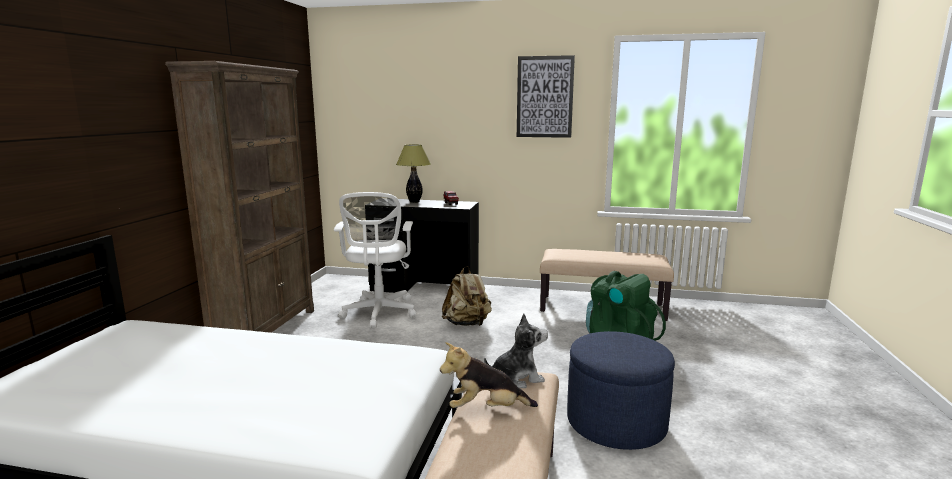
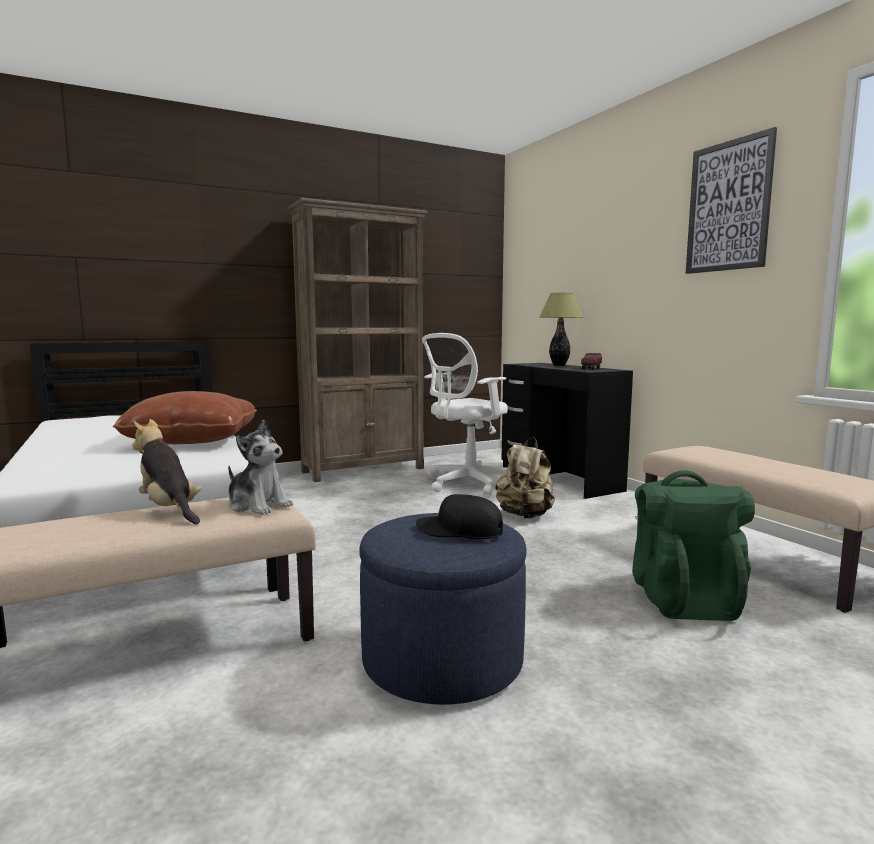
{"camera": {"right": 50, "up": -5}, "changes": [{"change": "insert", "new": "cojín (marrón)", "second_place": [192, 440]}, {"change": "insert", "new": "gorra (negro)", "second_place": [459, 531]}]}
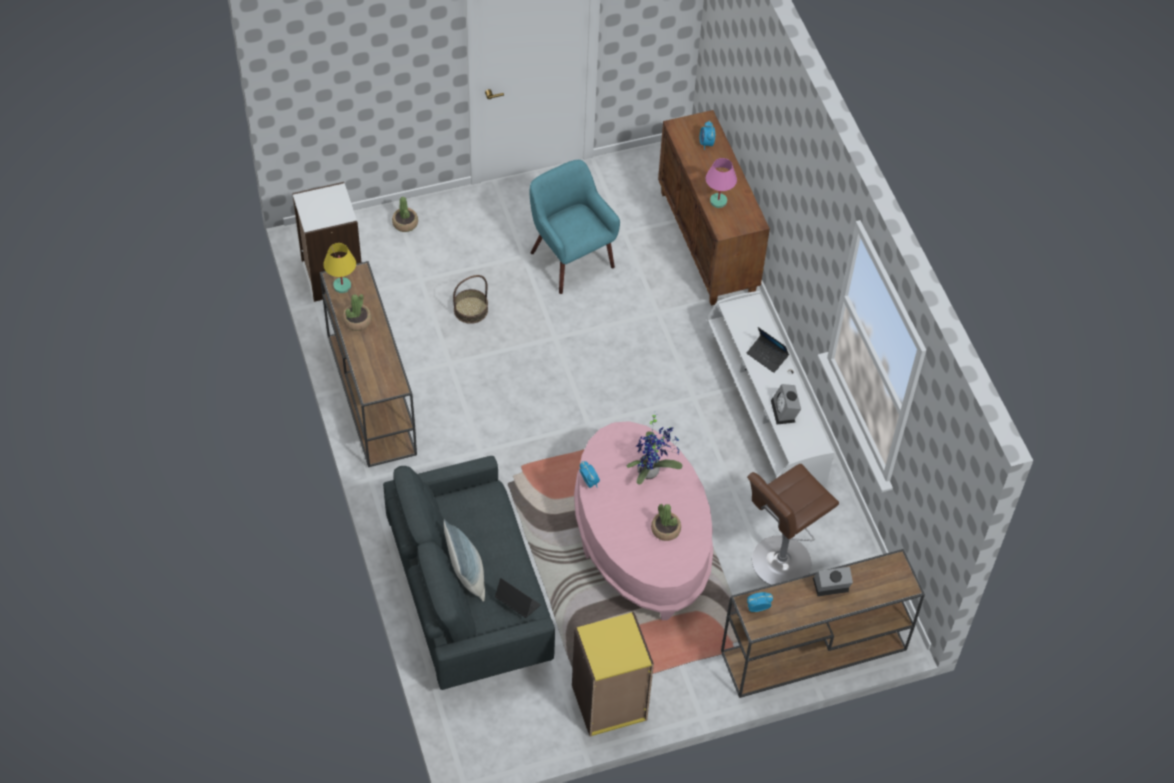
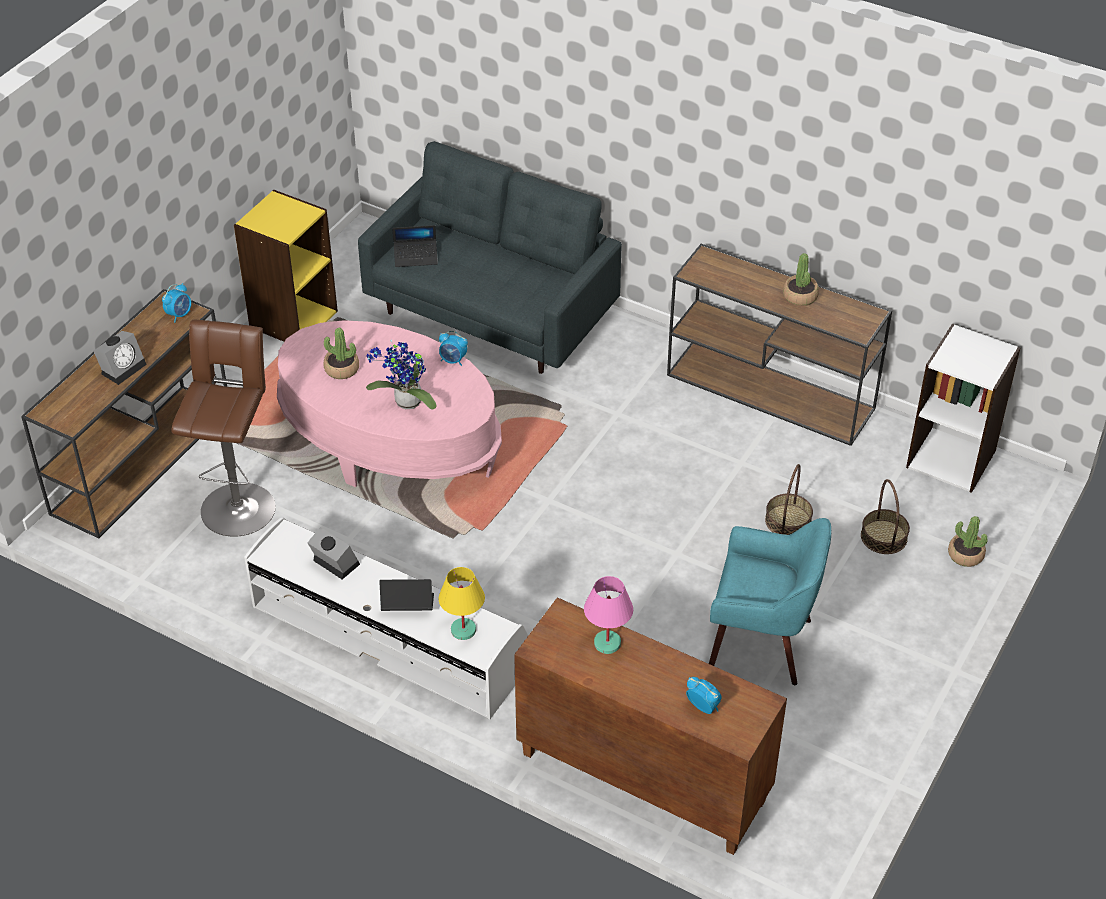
{"camera": {"right": 140, "up": -10}, "changes": [{"change": "move", "old": "lámpara de mesa (amarillo)", "first_place": [342, 286], "second_place": [462, 630]}, {"change": "delete", "old": "cojín", "first_place": [466, 575]}, {"change": "insert", "new": "cesta", "second_place": [884, 537]}]}
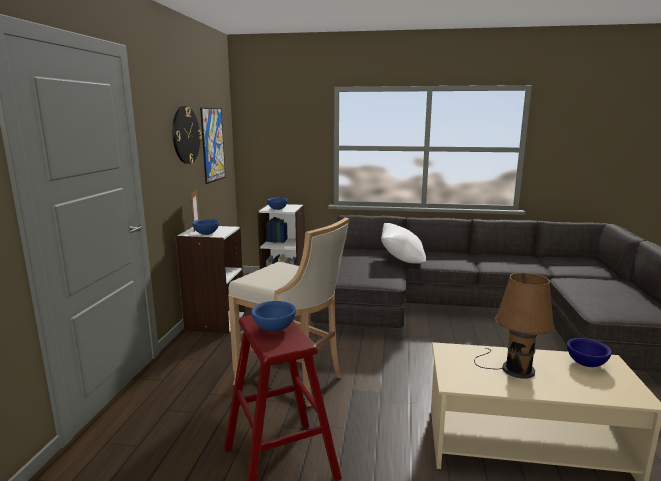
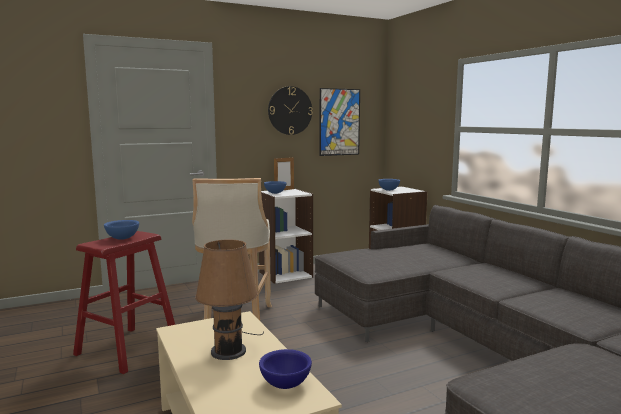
{"camera": {"right": 55, "up": -5}, "changes": [{"change": "delete", "old": "cojín (blanco)", "first_place": [402, 260]}]}
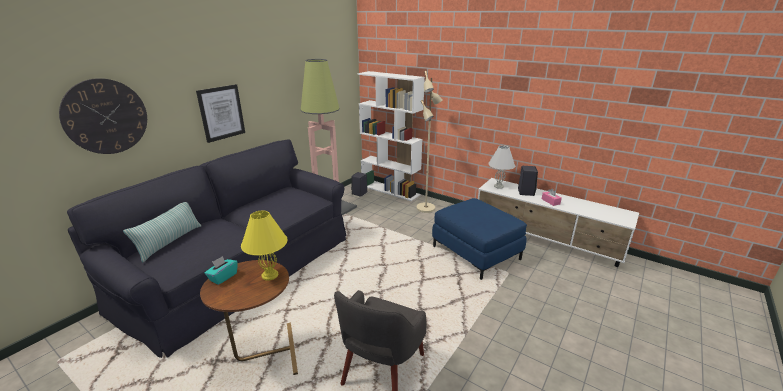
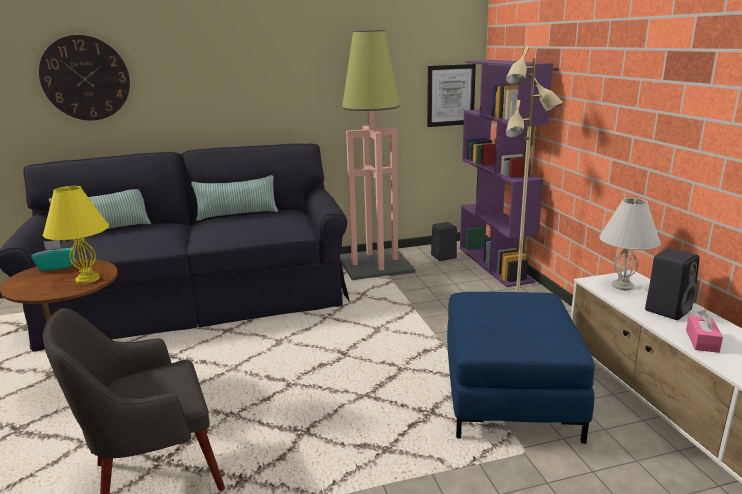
{"camera": {"right": 40, "up": -5}, "changes": [{"change": "recolor", "old": "estantería (blanco)", "new": "estantería (morado)", "first_place": [390, 190], "second_place": [495, 264]}, {"change": "move", "old": "cuadro", "first_place": [221, 113], "second_place": [450, 95]}, {"change": "insert", "new": "cojín", "second_place": [237, 214]}]}
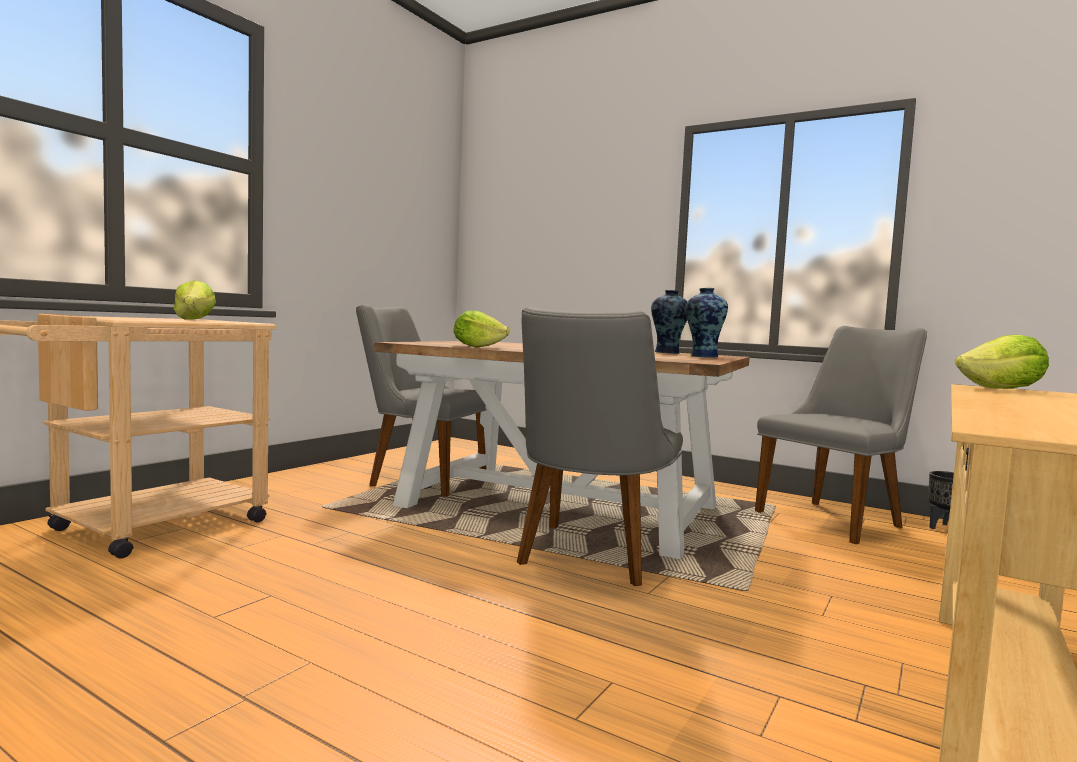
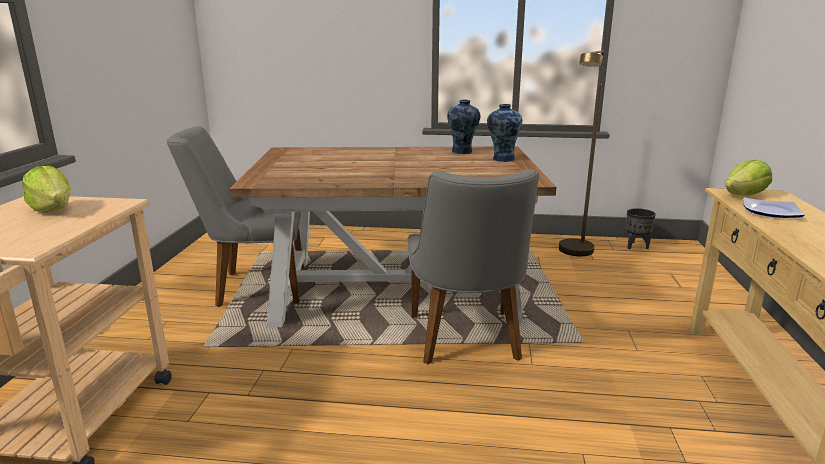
{"camera": {"right": -25, "up": 15}, "changes": [{"change": "delete", "old": "lechuga", "first_place": [477, 347]}, {"change": "replace", "old": "silla (gris)", "new": "lámpara de pie (marrón)", "first_place": [837, 518], "second_place": [574, 253]}, {"change": "insert", "new": "plato", "second_place": [772, 211]}]}
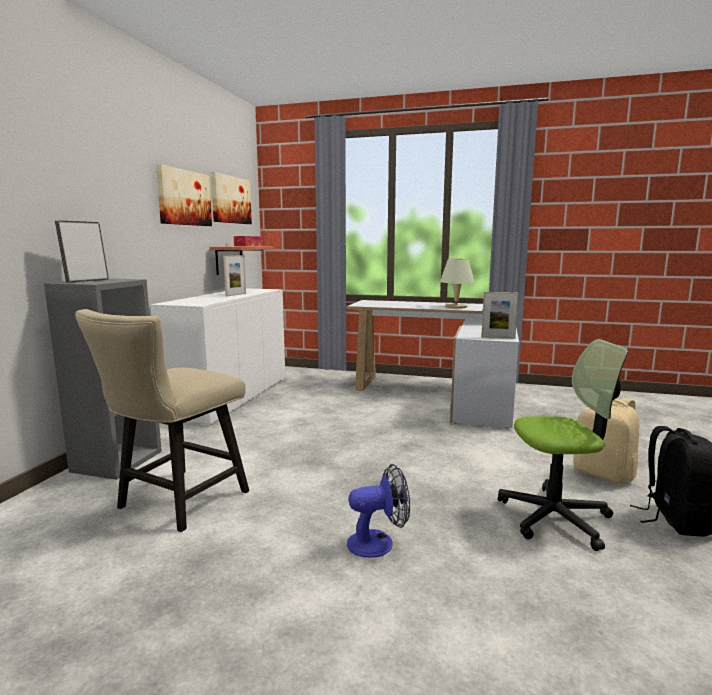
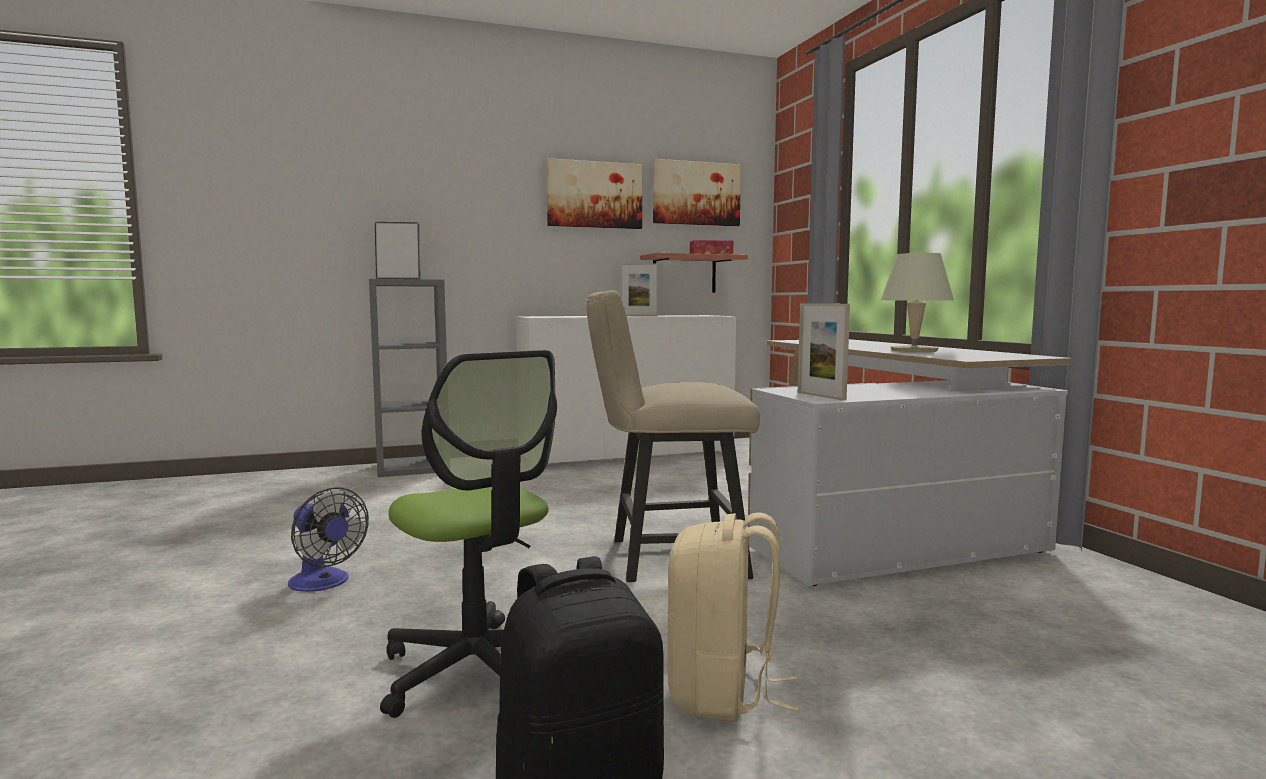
{"camera": {"right": 55, "up": -5}, "changes": [{"change": "move", "old": "silla (beis)", "first_place": [176, 503], "second_place": [665, 558]}]}
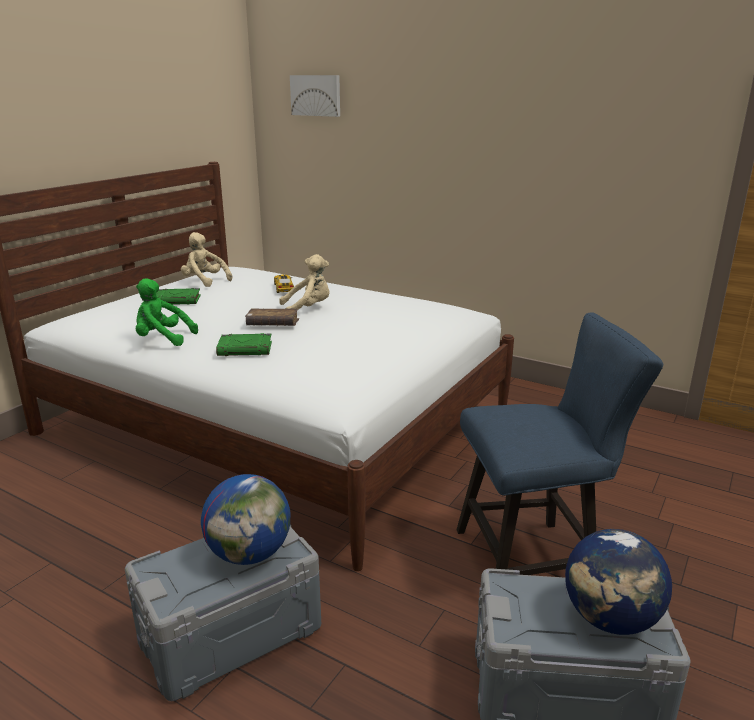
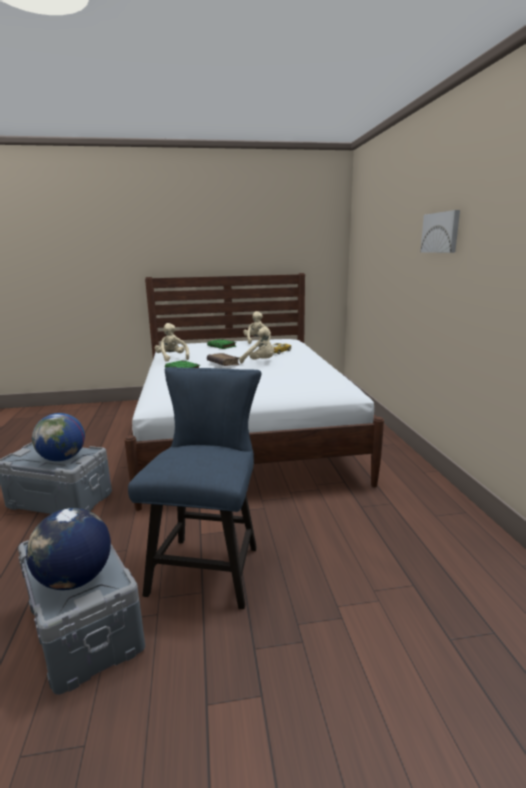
{"camera": {"right": 50, "up": -5}, "changes": [{"change": "move", "old": "cuadro", "first_place": [316, 95], "second_place": [441, 232]}, {"change": "recolor", "old": "peluche (verde)", "new": "peluche (beis)", "first_place": [162, 339], "second_place": [172, 358]}, {"change": "rotate", "old": "silla (azul)", "first_place": [534, 560], "second_place": [209, 564], "degrees": -120}]}
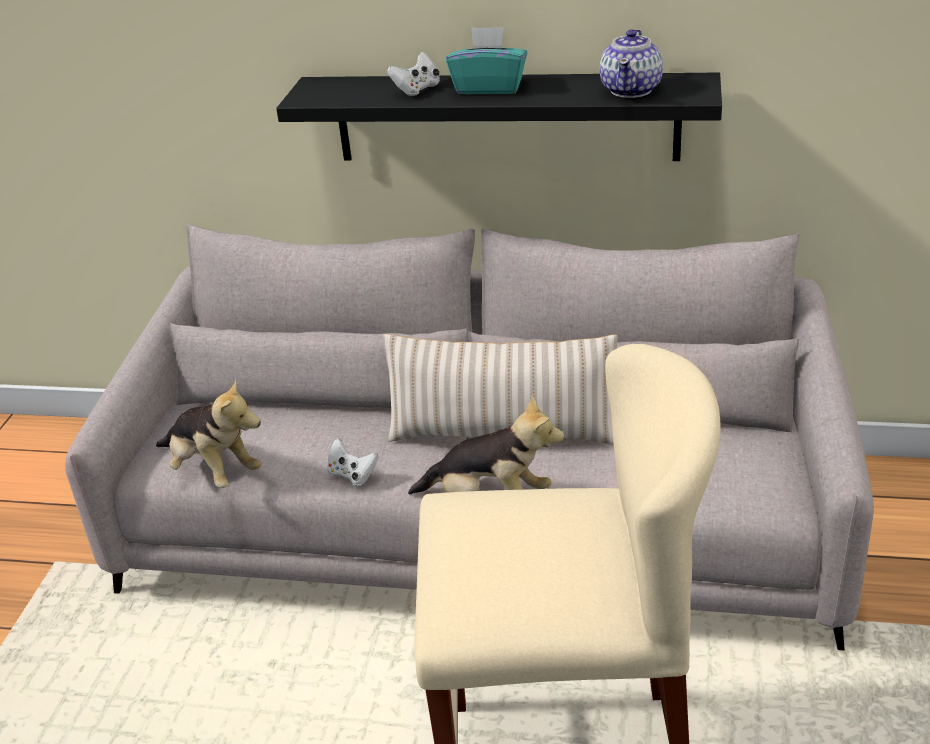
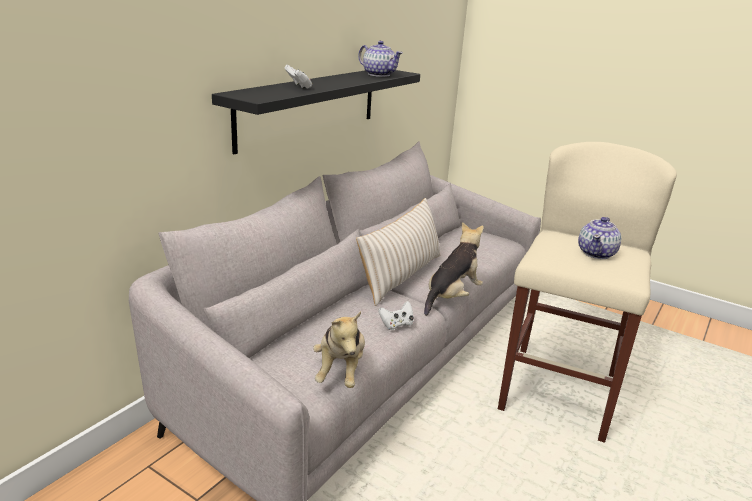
{"camera": {"right": -70, "up": -10}, "changes": [{"change": "delete", "old": "caja de pañuelos (turquesa)", "first_place": [489, 87]}, {"change": "rotate", "old": "peluche", "first_place": [213, 470], "second_place": [340, 371], "degrees": 120}, {"change": "insert", "new": "tetera", "second_place": [597, 253]}]}
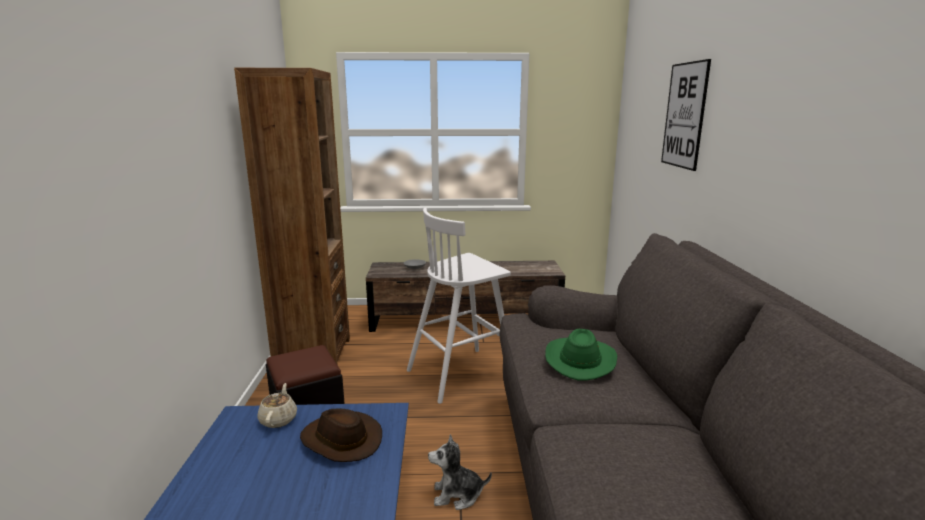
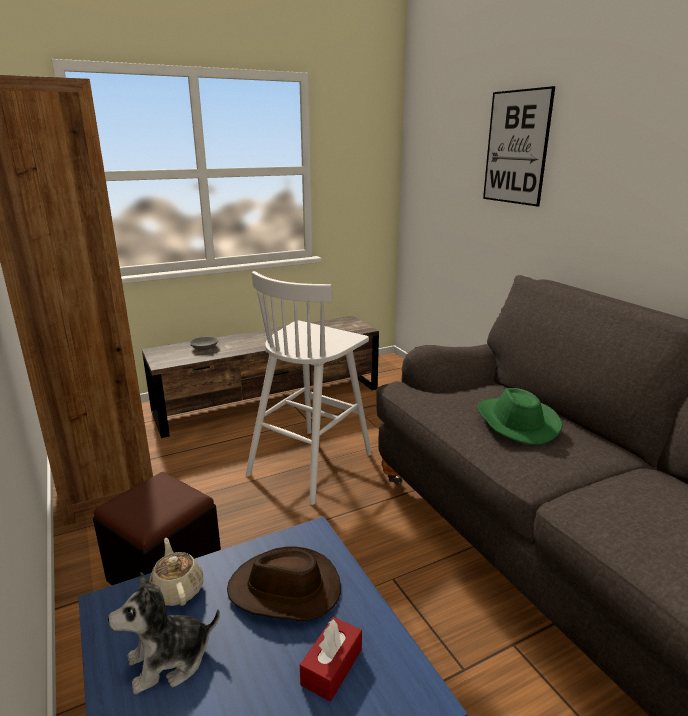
{"camera": {"right": -25, "up": 5}, "changes": [{"change": "move", "old": "peluche", "first_place": [457, 495], "second_place": [169, 660]}, {"change": "insert", "new": "caja de pañuelos (rojo)", "second_place": [332, 667]}]}
